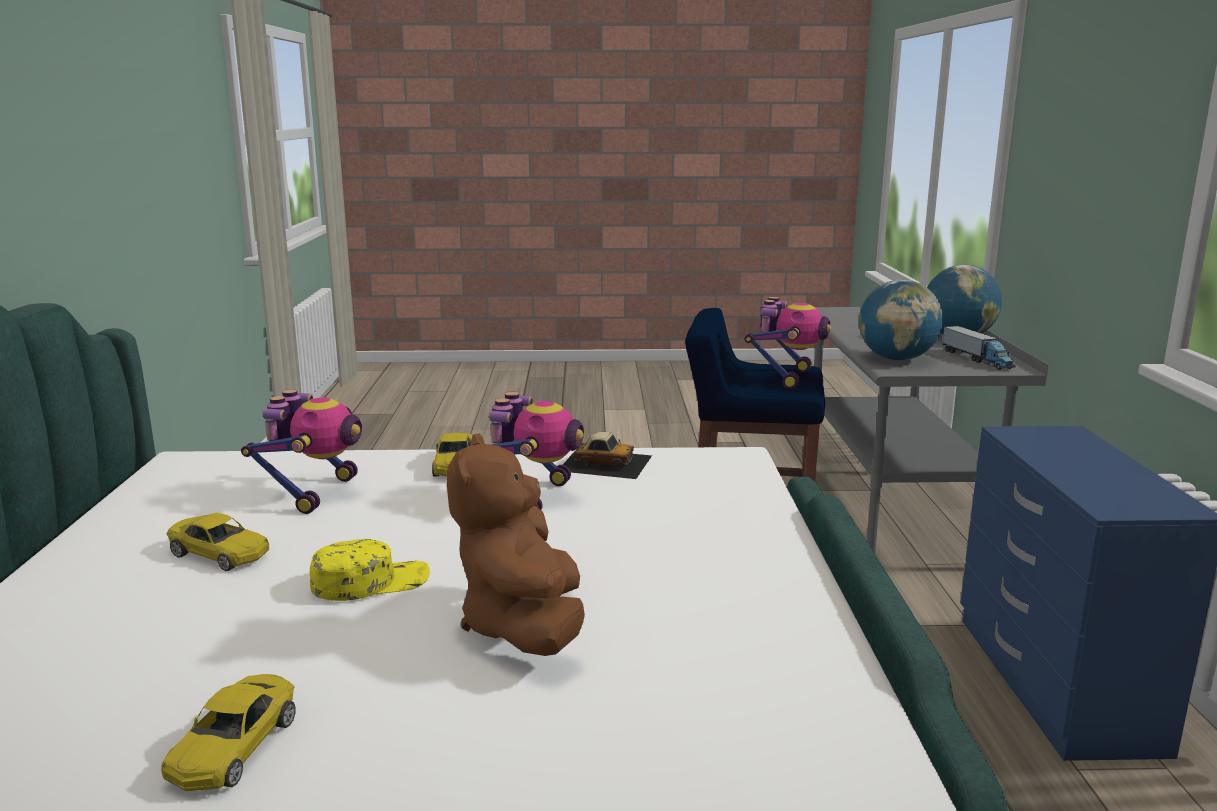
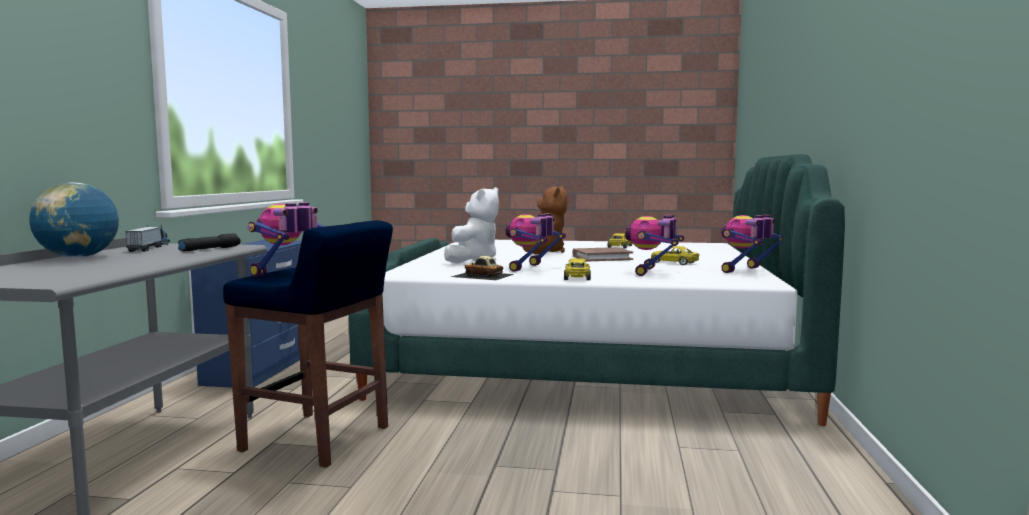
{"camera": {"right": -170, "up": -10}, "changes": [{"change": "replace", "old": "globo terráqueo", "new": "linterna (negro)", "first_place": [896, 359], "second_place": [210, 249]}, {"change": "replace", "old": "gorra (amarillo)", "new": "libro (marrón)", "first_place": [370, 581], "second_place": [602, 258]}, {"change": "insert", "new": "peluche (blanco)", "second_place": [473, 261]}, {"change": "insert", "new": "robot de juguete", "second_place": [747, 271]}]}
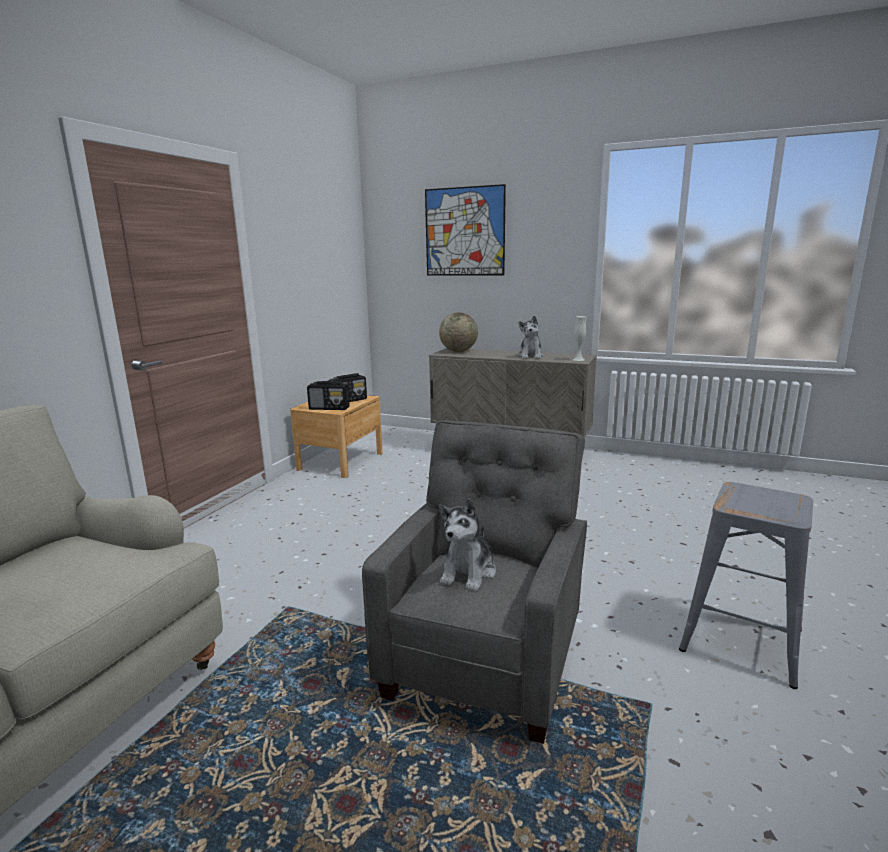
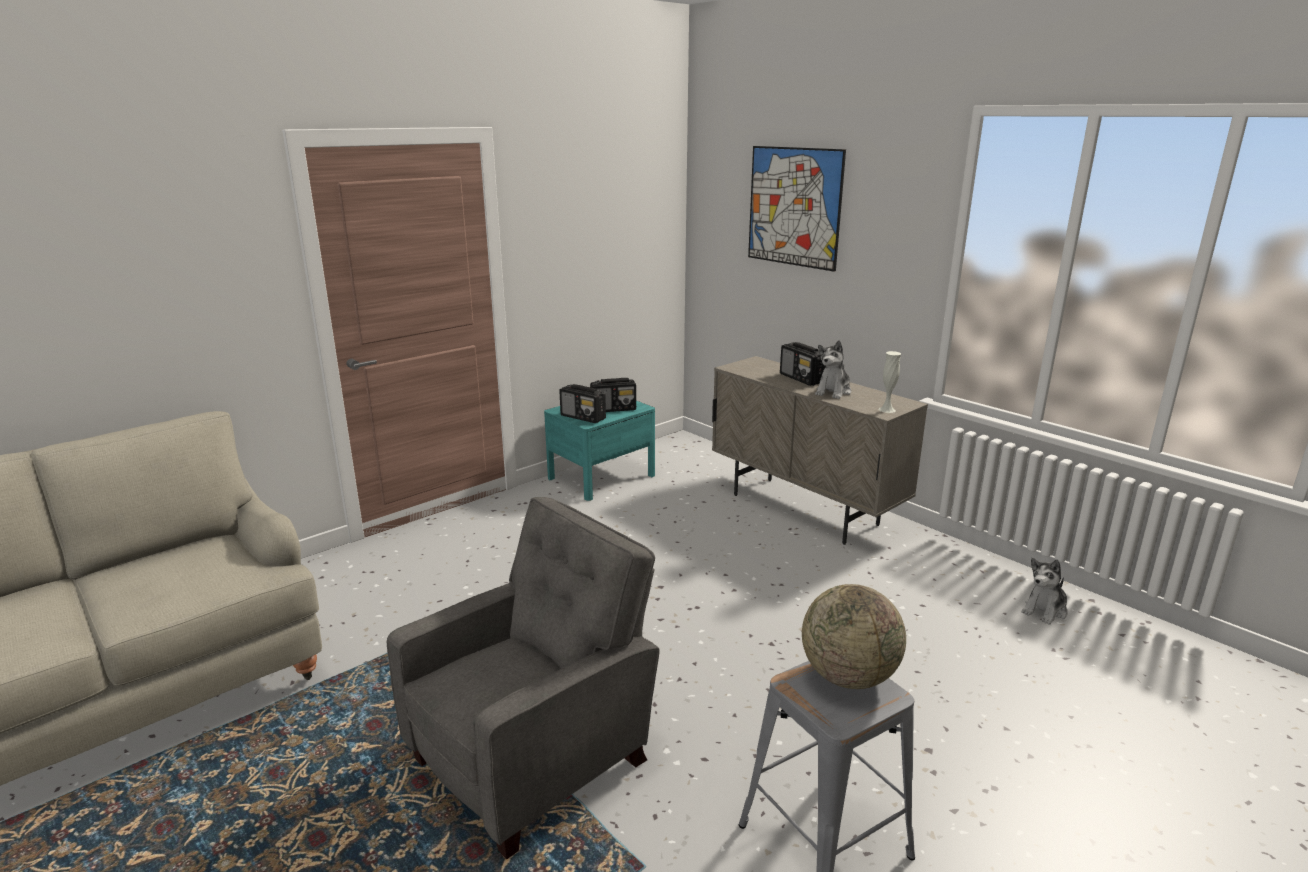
{"camera": {"right": 25, "up": 5}, "changes": [{"change": "move", "old": "globo terráqueo", "first_place": [458, 351], "second_place": [848, 676]}, {"change": "recolor", "old": "mesita de noche (marrón)", "new": "mesita de noche (turquesa)", "first_place": [340, 461], "second_place": [601, 477]}, {"change": "move", "old": "peluche", "first_place": [469, 572], "second_place": [1045, 610]}, {"change": "insert", "new": "radio", "second_place": [801, 379]}]}
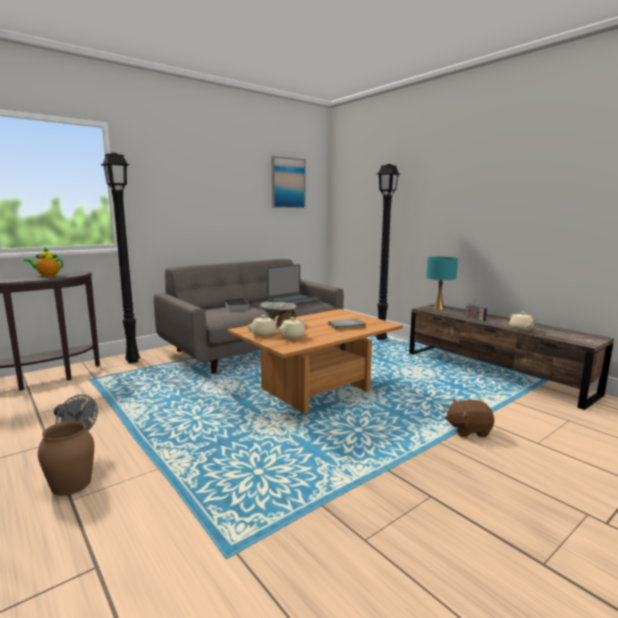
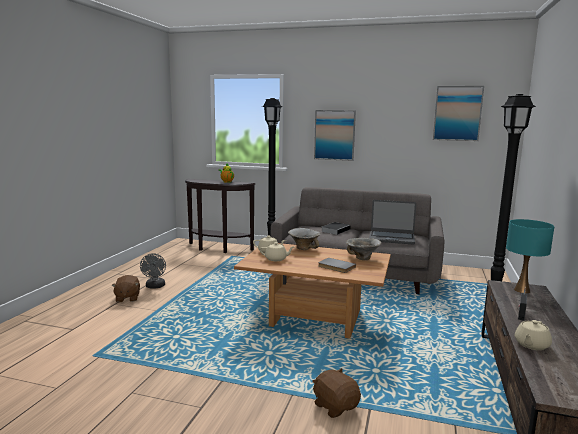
{"camera": {"right": 55, "up": 0}, "changes": [{"change": "replace", "old": "florero (marrón)", "new": "peluche (marrón)", "first_place": [71, 483], "second_place": [127, 298]}, {"change": "insert", "new": "cuadro", "second_place": [334, 135]}, {"change": "insert", "new": "cuenco", "second_place": [362, 258]}]}
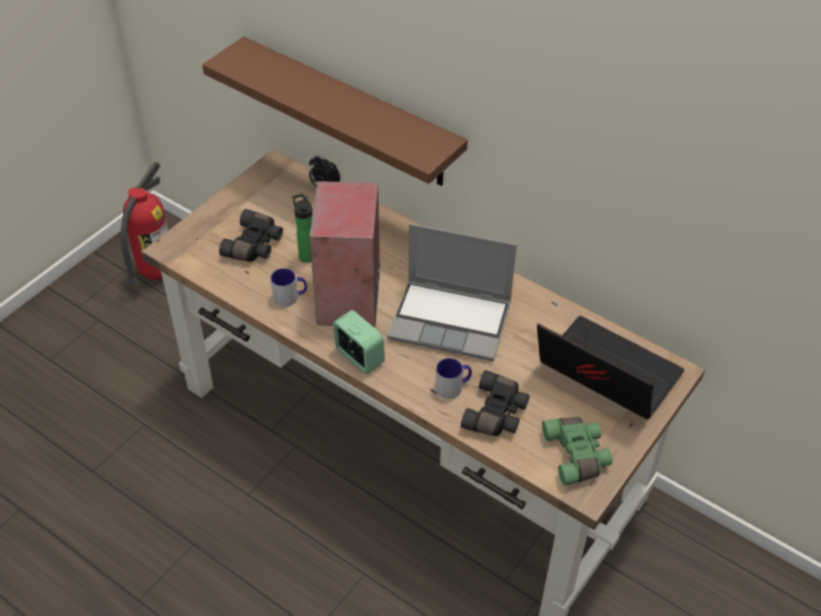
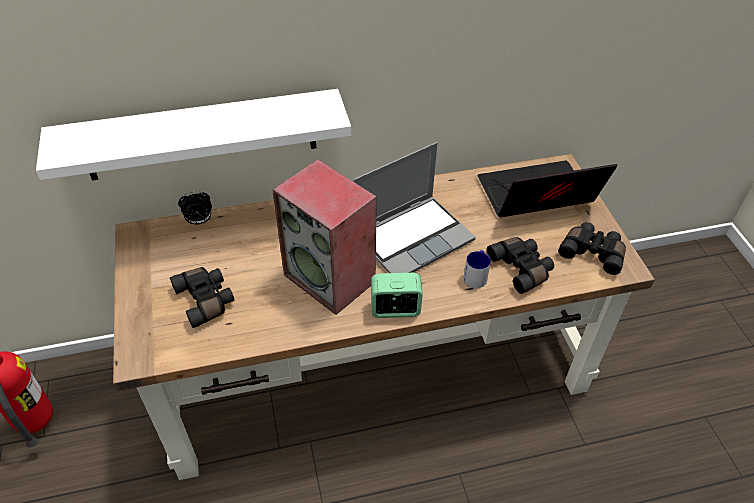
{"camera": {"right": -50, "up": 0}, "changes": [{"change": "recolor", "old": "estante (marrón)", "new": "estante (blanco)", "first_place": [351, 113], "second_place": [201, 135]}, {"change": "delete", "old": "botella", "first_place": [306, 255]}, {"change": "delete", "old": "taza grande", "first_place": [290, 297]}, {"change": "recolor", "old": "prismáticos (verde)", "new": "prismáticos (negro)", "first_place": [577, 455], "second_place": [592, 252]}]}
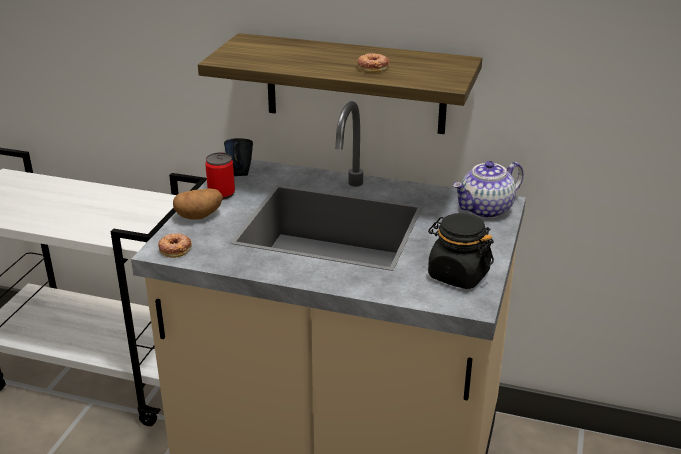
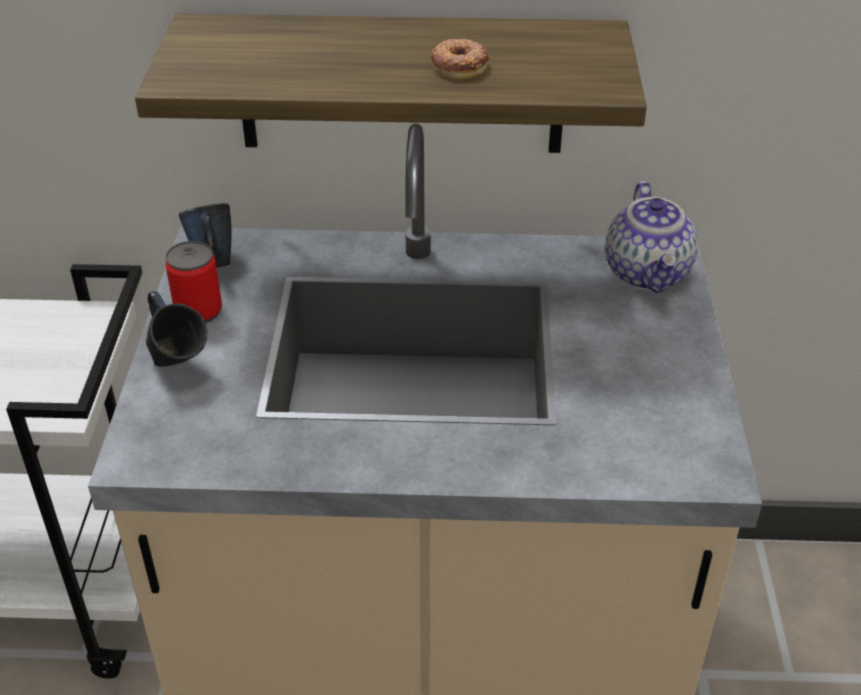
{"camera": {"right": -15, "up": 10}, "changes": [{"change": "rotate", "old": "tetera", "first_place": [486, 210], "second_place": [648, 273], "degrees": -45}, {"change": "replace", "old": "patata", "new": "taza grande (azul)", "first_place": [199, 216], "second_place": [178, 367]}, {"change": "delete", "old": "tarro (negro)", "first_place": [458, 275]}, {"change": "delete", "old": "rosquilla", "first_place": [175, 248]}]}
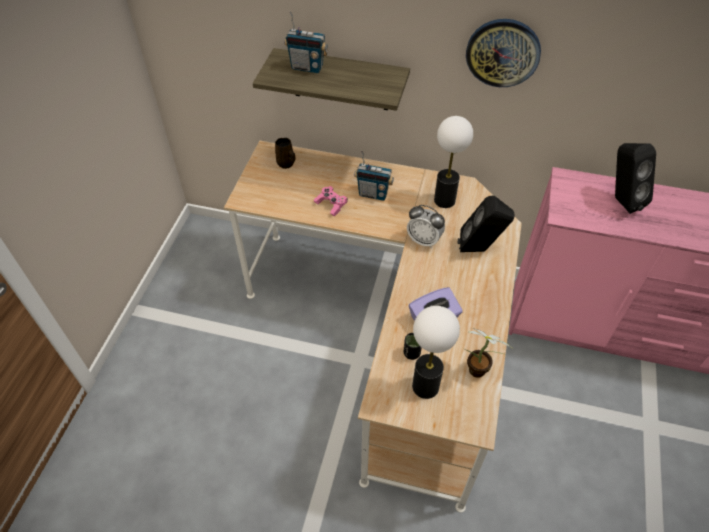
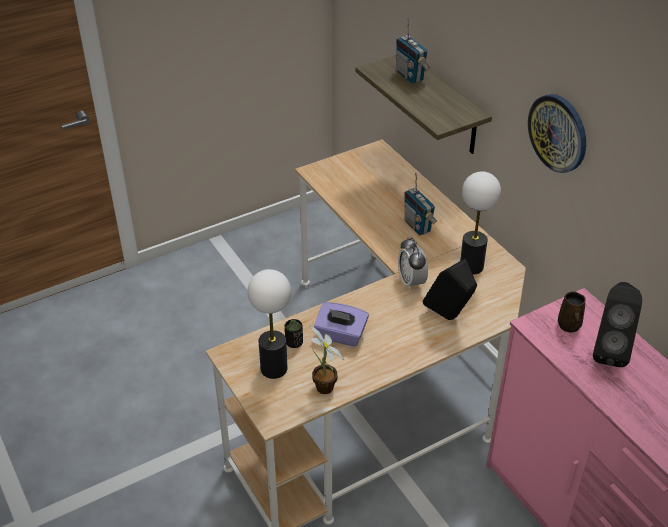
{"camera": {"right": 45, "up": -10}, "changes": [{"change": "move", "old": "taza grande (marrón)", "first_place": [286, 164], "second_place": [569, 326]}, {"change": "delete", "old": "mando de consola (rosa)", "first_place": [331, 204]}]}
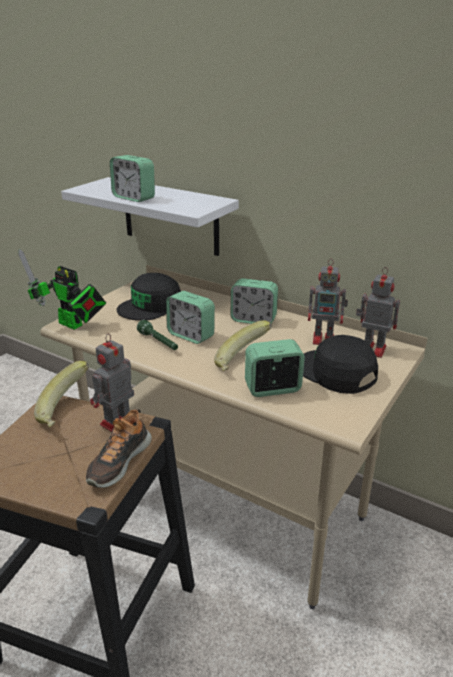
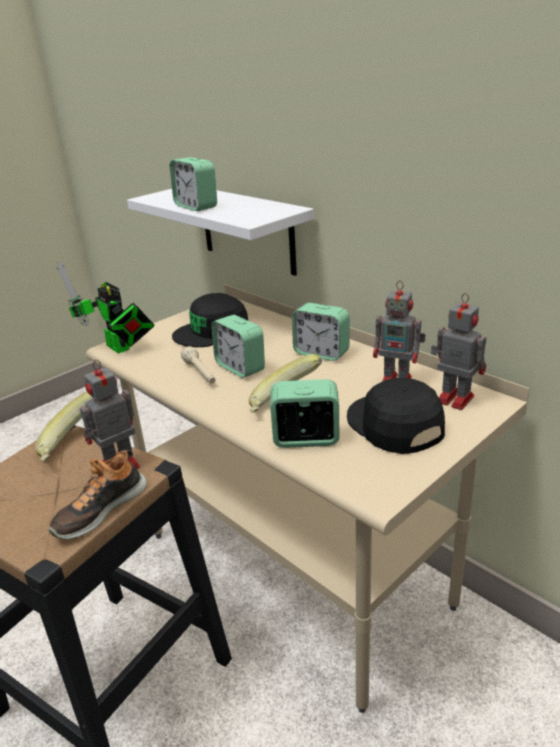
{"camera": {"right": 15, "up": 0}, "changes": [{"change": "recolor", "old": "linterna (verde)", "new": "linterna (beis)", "first_place": [159, 342], "second_place": [200, 373]}]}
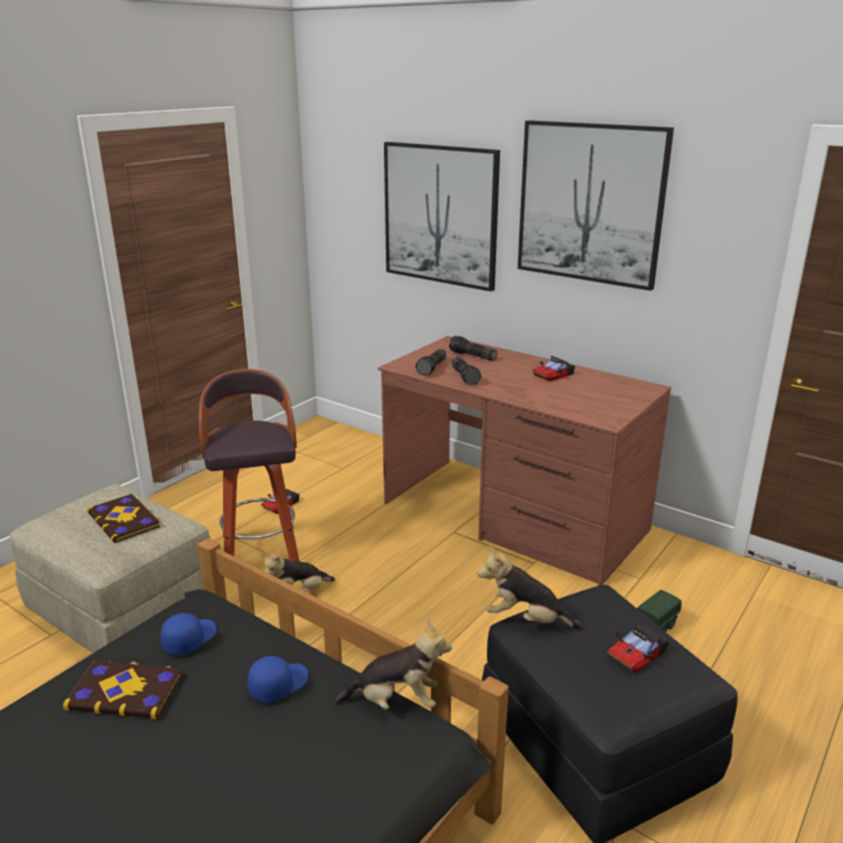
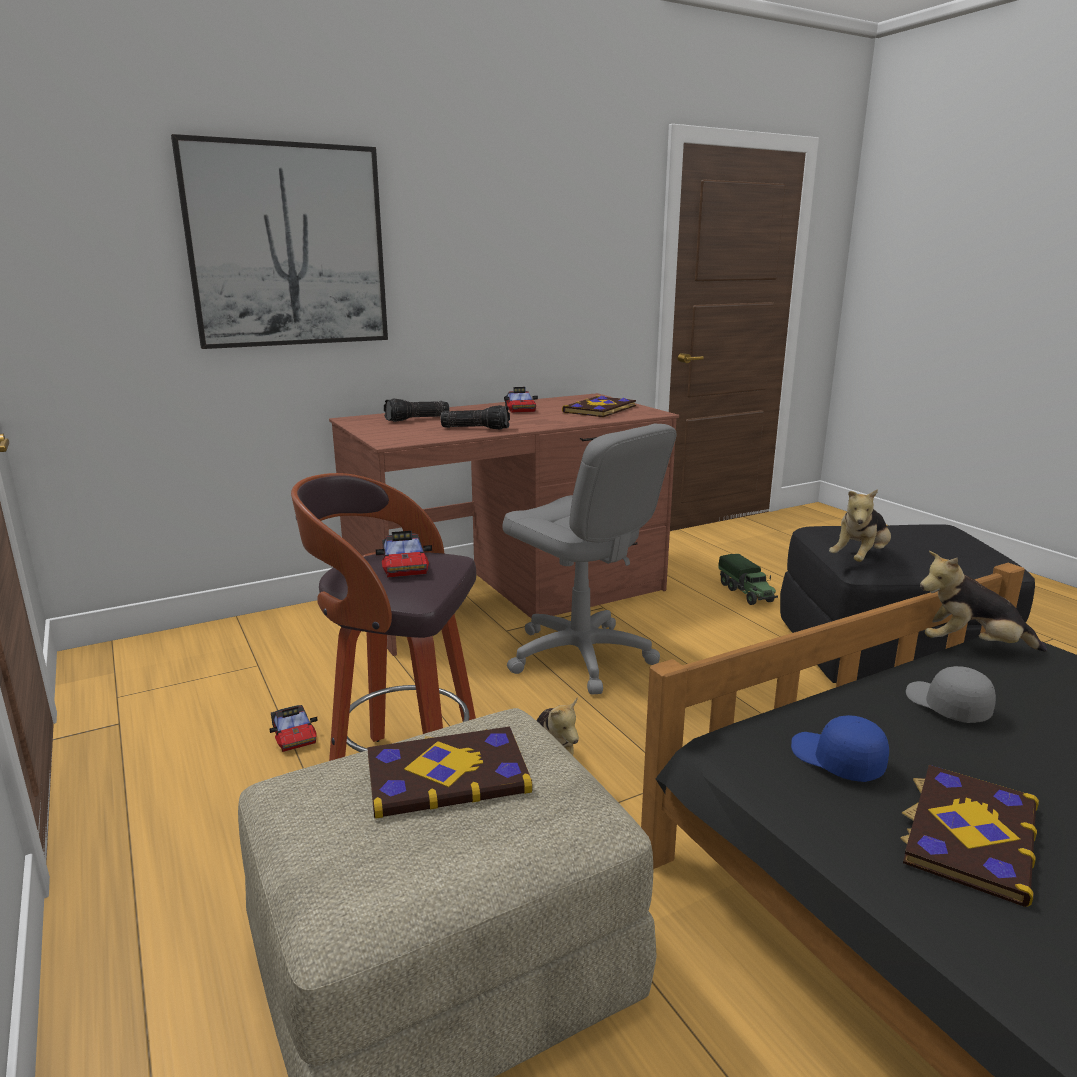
{"camera": {"right": -65, "up": -5}, "changes": [{"change": "delete", "old": "cuadro", "first_place": [590, 203]}, {"change": "delete", "old": "linterna", "first_place": [433, 368]}, {"change": "rotate", "old": "peluche", "first_place": [396, 701], "second_place": [971, 646], "degrees": -105}, {"change": "move", "old": "coche de juguete", "first_place": [637, 654], "second_place": [404, 564]}, {"change": "recolor", "old": "gorra (azul)", "new": "gorra (gris)", "first_place": [278, 684], "second_place": [946, 706]}, {"change": "insert", "new": "libro", "second_place": [601, 409]}, {"change": "insert", "new": "silla de oficina (gris)", "second_place": [580, 656]}]}
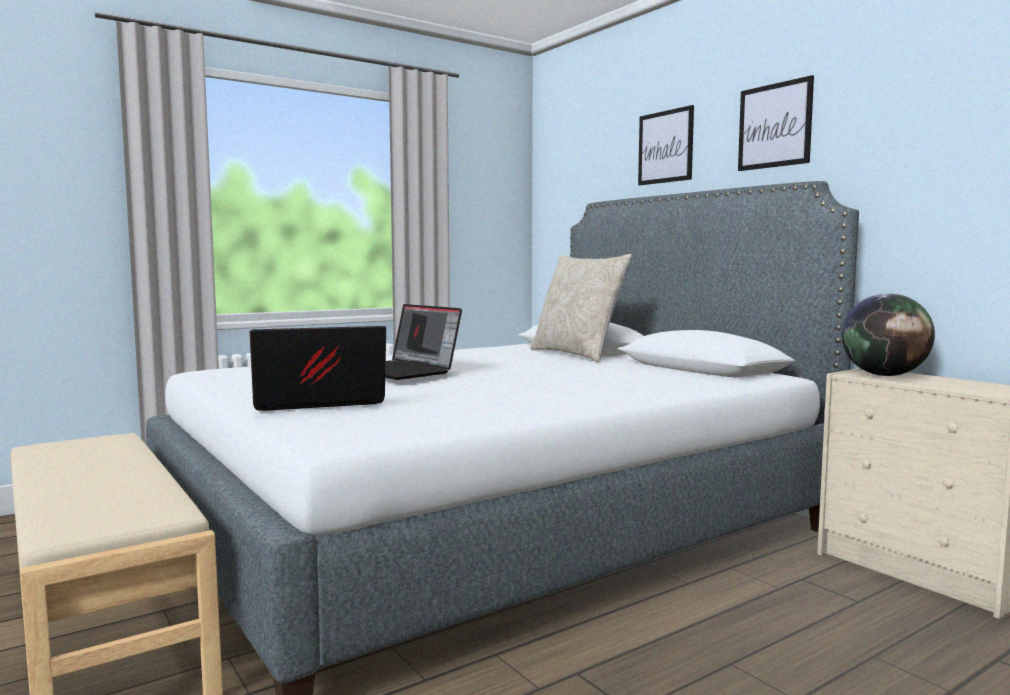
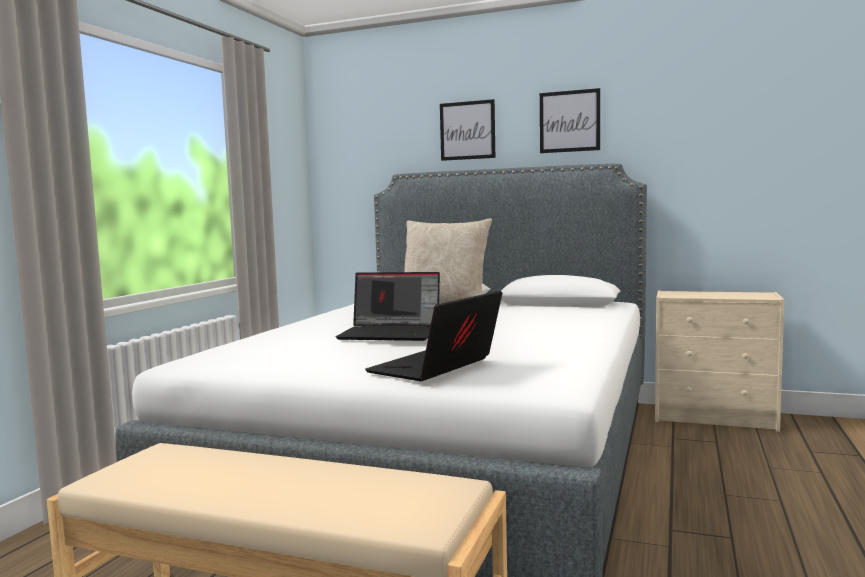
{"camera": {"right": -35, "up": 0}, "changes": [{"change": "delete", "old": "globo terráqueo", "first_place": [884, 375]}]}
